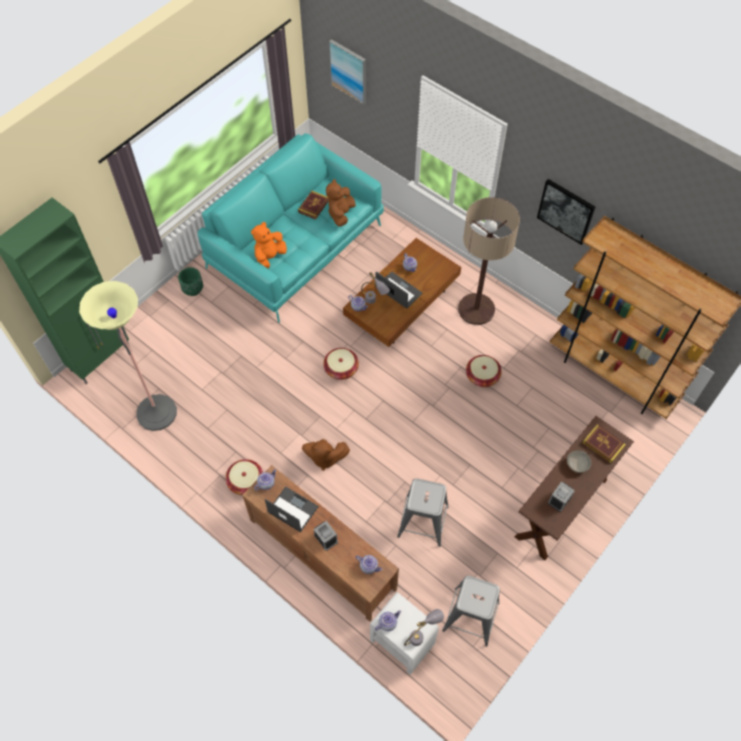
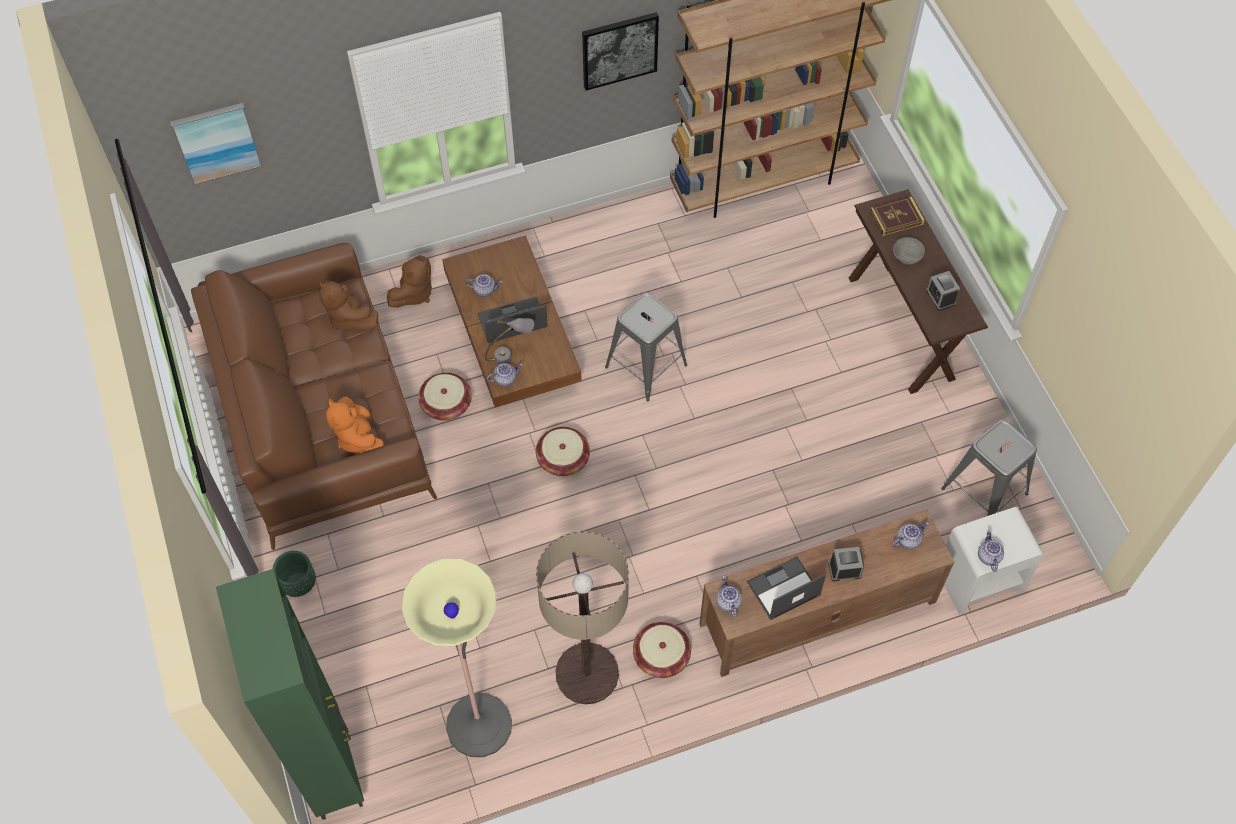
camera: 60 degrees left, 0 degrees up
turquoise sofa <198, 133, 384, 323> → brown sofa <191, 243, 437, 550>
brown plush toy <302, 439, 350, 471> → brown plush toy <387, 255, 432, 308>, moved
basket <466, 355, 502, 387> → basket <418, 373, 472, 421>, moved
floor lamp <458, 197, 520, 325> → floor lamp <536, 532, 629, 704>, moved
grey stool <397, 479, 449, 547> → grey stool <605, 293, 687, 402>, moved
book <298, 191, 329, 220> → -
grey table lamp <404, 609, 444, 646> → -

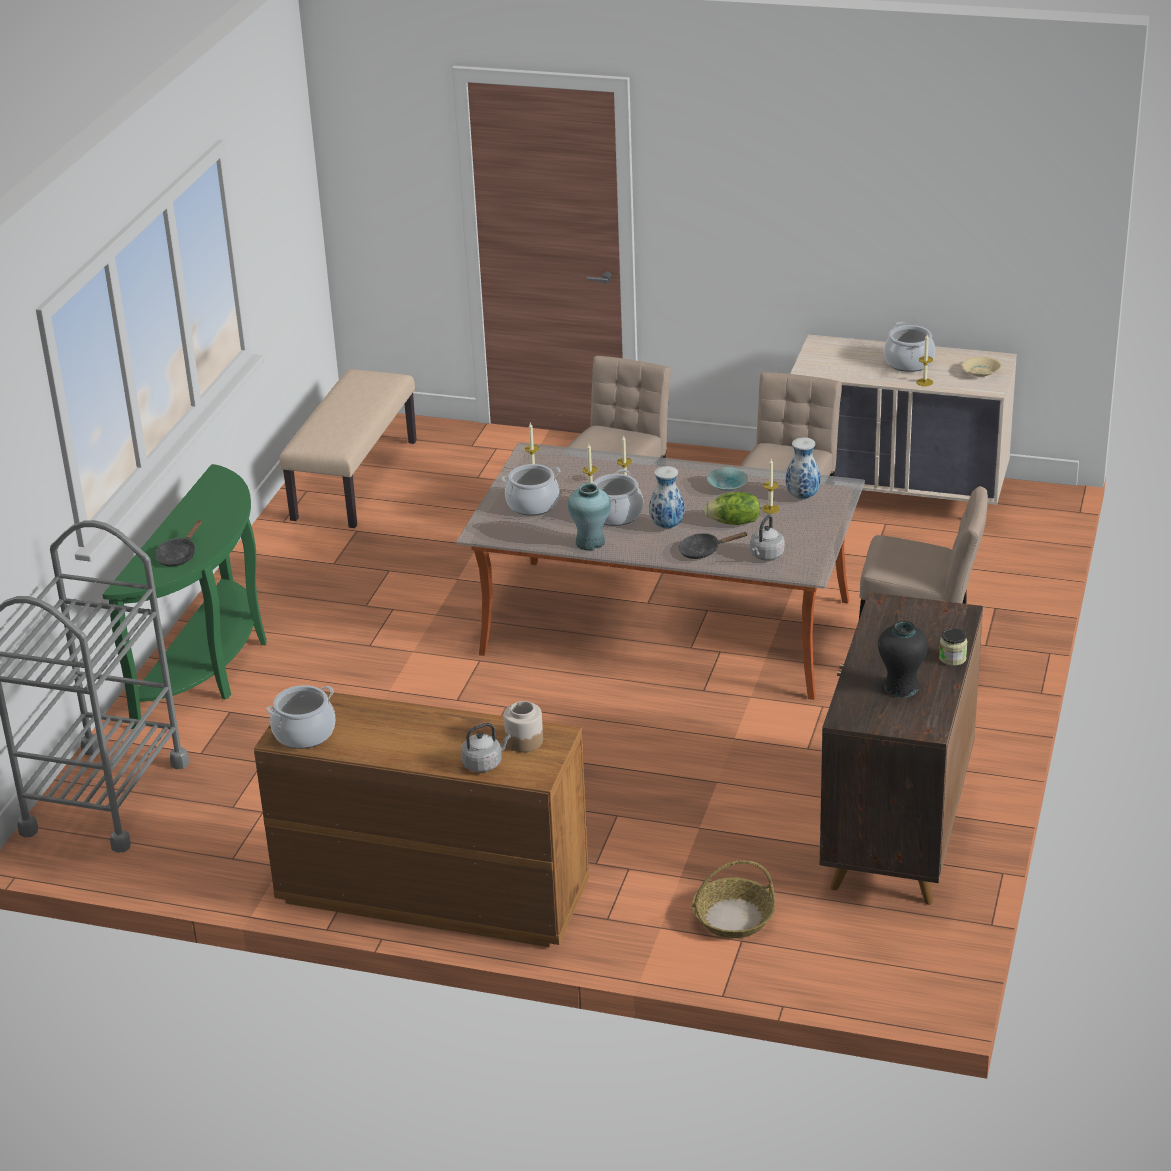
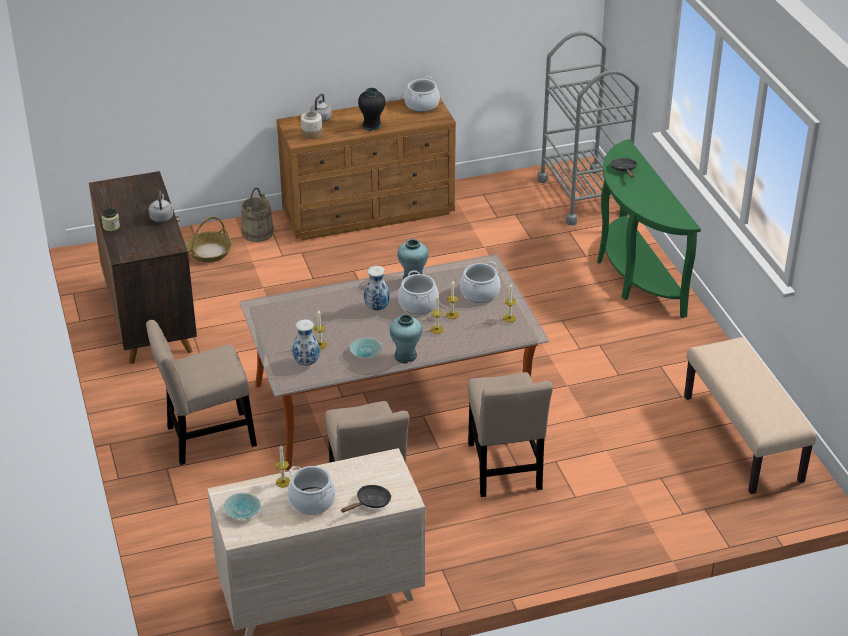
camera: 145 degrees right, 5 degrees up
grey kettle <750, 515, 785, 561> → grey kettle <149, 191, 173, 222>, moved
beige bowl <962, 357, 1002, 377> → turquoise bowl <224, 493, 261, 519>
- → beige bucket <241, 188, 274, 242>
black frying pan <678, 532, 748, 559> → black frying pan <341, 485, 391, 513>, moved
black vase <878, 621, 928, 697> → black vase <358, 88, 386, 131>, moved
- → turquoise vase <390, 314, 422, 364>
lettuce <704, 492, 760, 525> → -

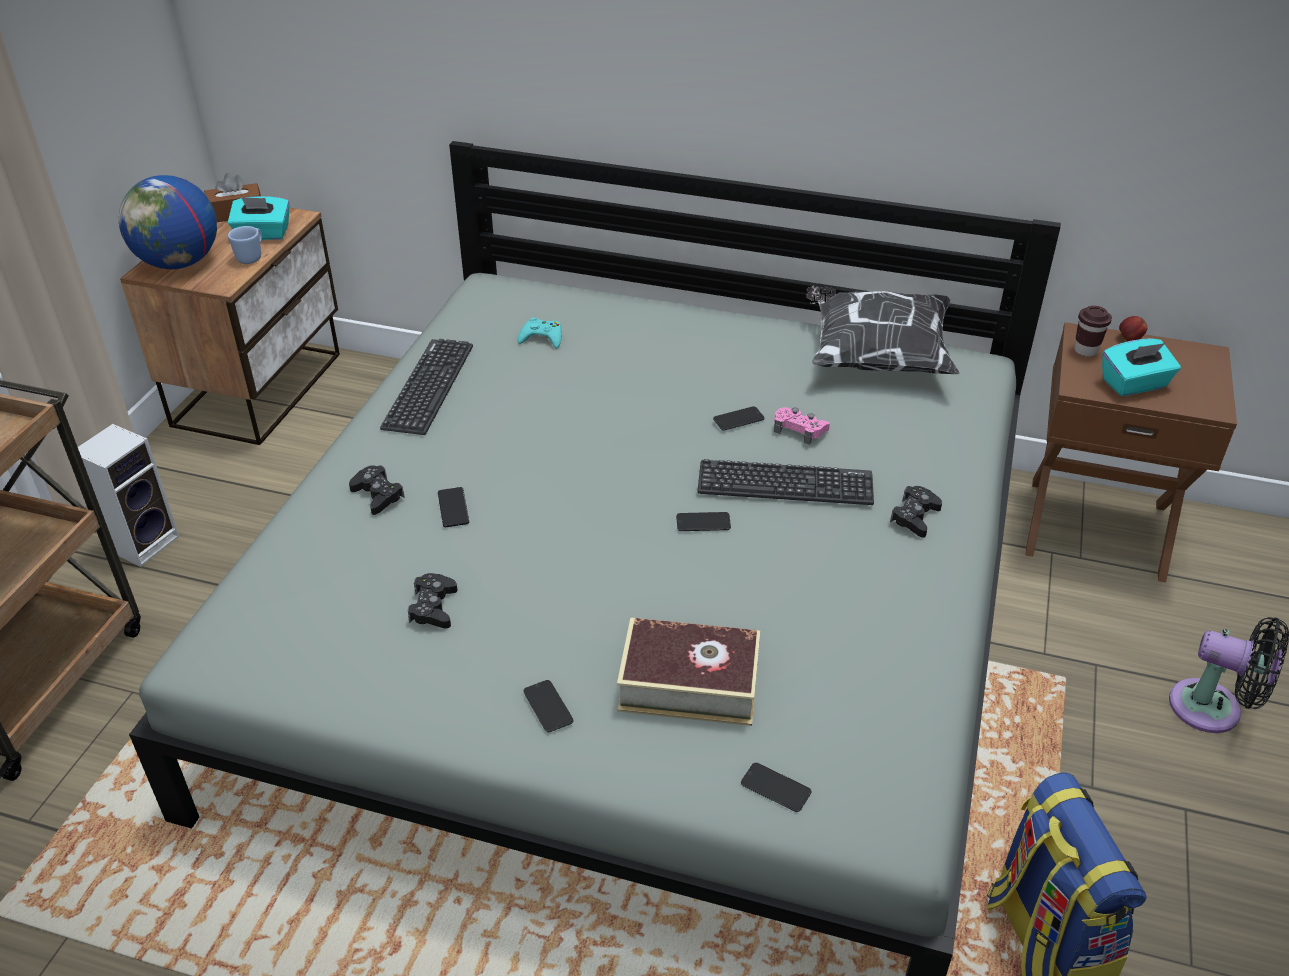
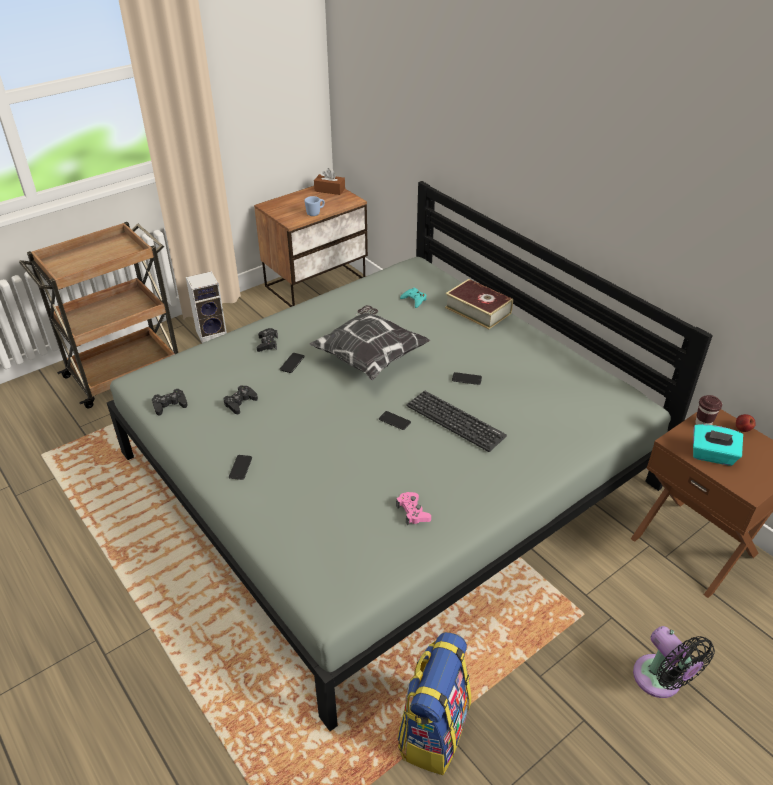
camera: 35 degrees right, 0 degrees up
black game controller <890, 486, 942, 538> → black game controller <152, 389, 187, 415>, moved
pillow <806, 285, 959, 374> → pillow <309, 305, 431, 380>, moved
pink game controller <774, 407, 830, 445> → pink game controller <396, 492, 431, 526>, moved
book <617, 617, 760, 726> → book <445, 279, 513, 330>, moved
globe <119, 175, 217, 269> → -
turquoise tissue box <228, 196, 290, 240> → -
keyboard <380, 339, 473, 435> → -
phone <741, 763, 812, 812> → -

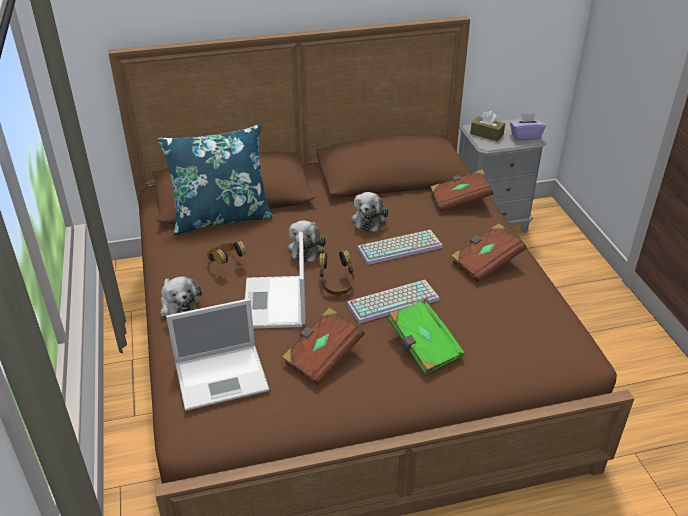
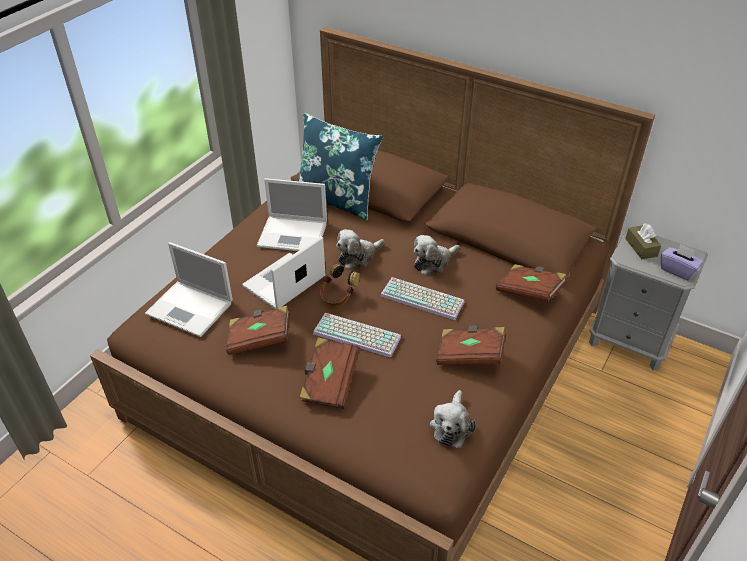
camera: 45 degrees right, 5 degrees up
headphones <207, 240, 246, 265> → laptop <257, 178, 327, 251>
green book <388, 299, 465, 375> → brown book <299, 338, 360, 409>
plush toy <160, 276, 202, 316> → plush toy <430, 390, 476, 448>, moved

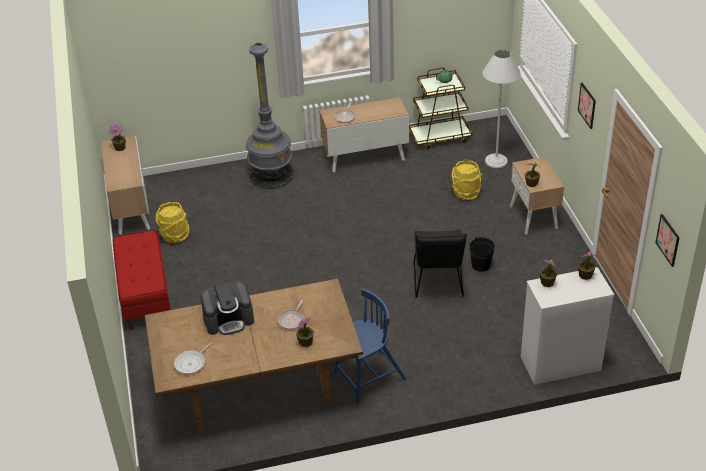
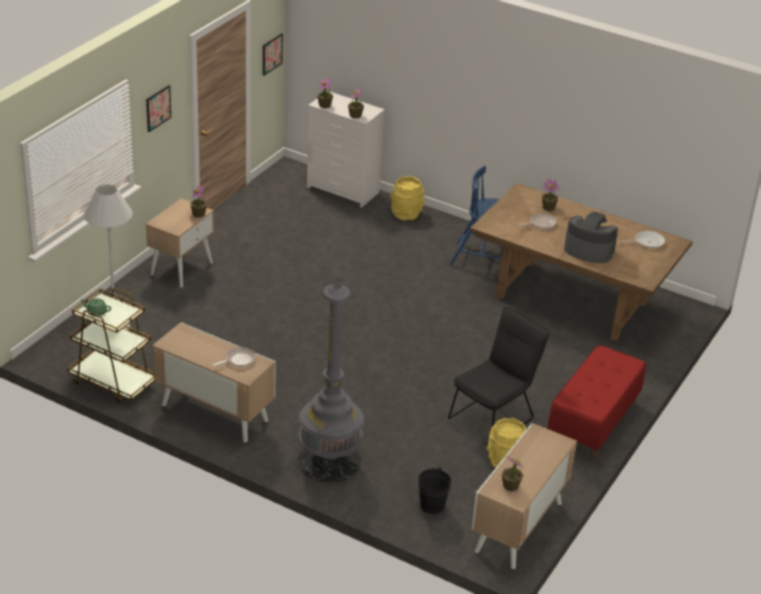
camera: 140 degrees left, 5 degrees down
yellow bucket <451, 160, 482, 200> → yellow bucket <390, 176, 425, 220>, moved
black bucket <470, 237, 495, 272> → black bucket <418, 467, 451, 514>, moved
black chair <414, 230, 467, 298> → black chair <448, 307, 549, 426>, moved

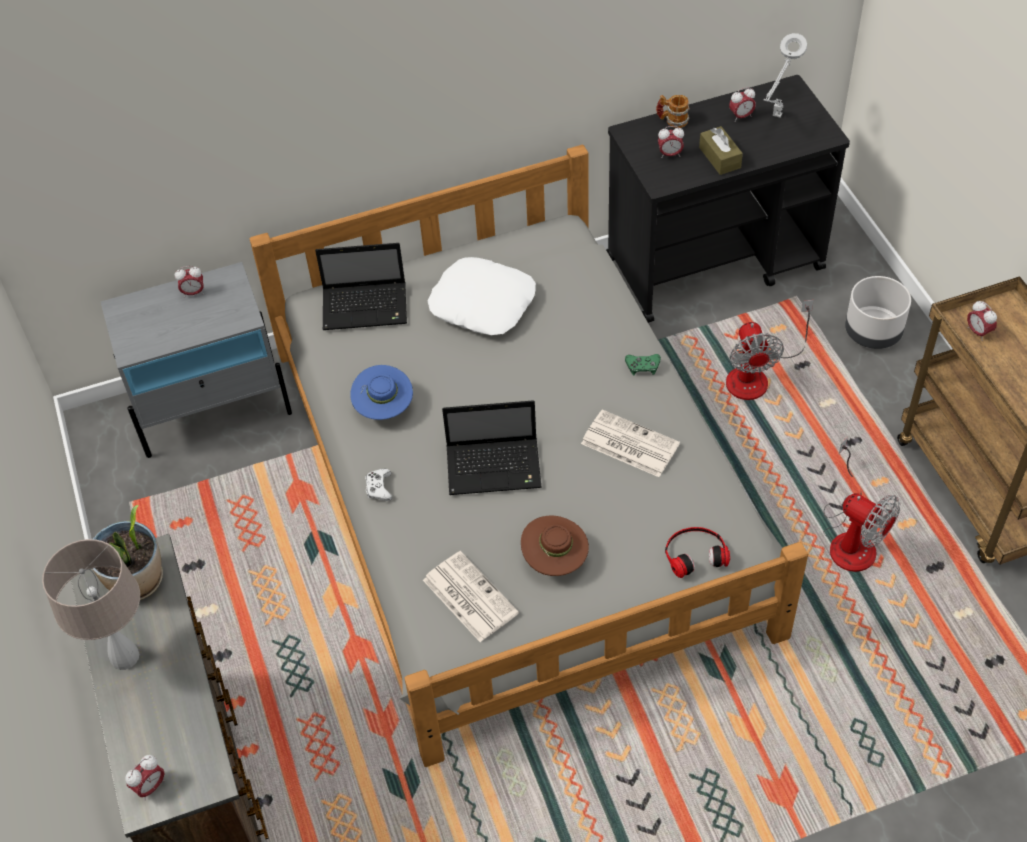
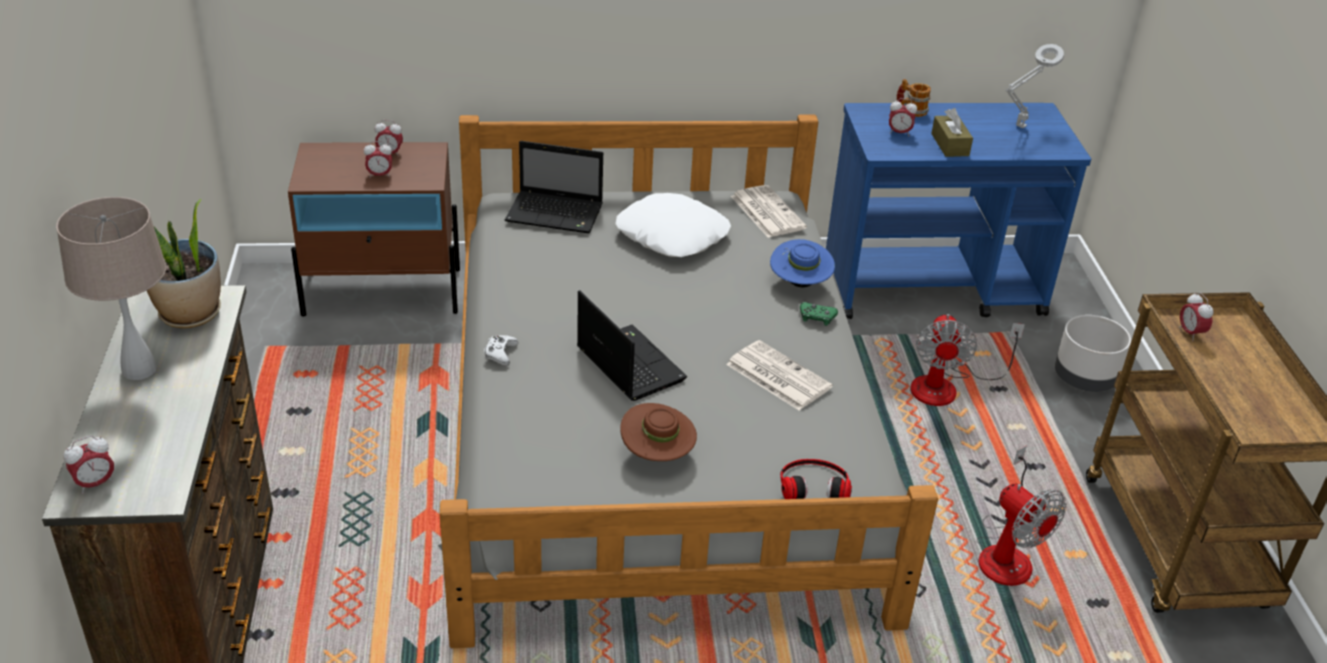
camera: 10 degrees right, 15 degrees down
grey nightstand <101, 262, 292, 458> → brown nightstand <288, 142, 460, 317>
alarm clock <729, 87, 756, 122> → alarm clock <364, 141, 392, 178>, moved
laptop <442, 400, 542, 495> → laptop <577, 290, 687, 401>, 135 degrees counterclockwise
newspaper <423, 551, 519, 642> → newspaper <731, 185, 807, 238>, moved
blue hat <350, 365, 413, 420> → blue hat <770, 239, 835, 287>, moved
black cart <606, 75, 850, 323> → blue cart <826, 103, 1091, 319>

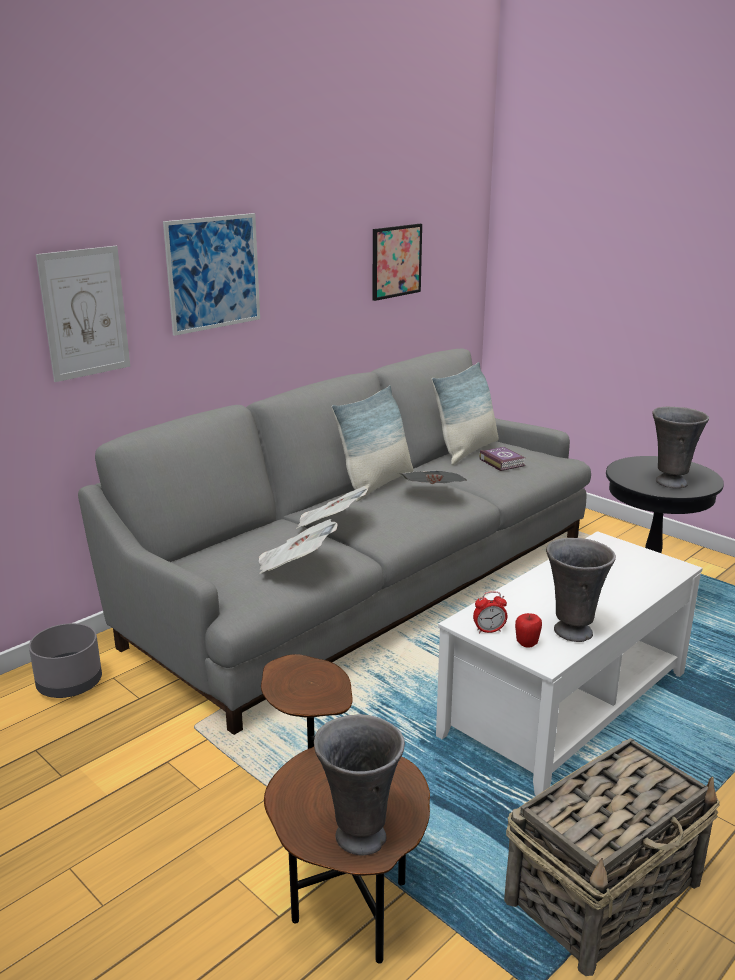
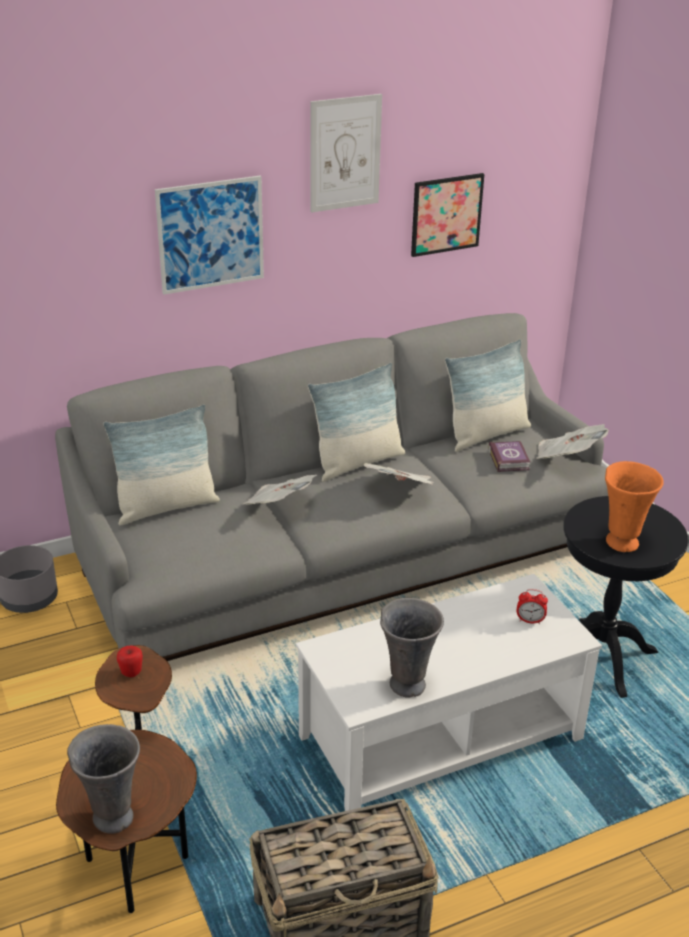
camera: 20 degrees right, 10 degrees up
- → pillow <103, 404, 220, 525>
apple <515, 613, 542, 648> → apple <117, 646, 143, 677>, moved
picture <36, 246, 130, 382> → picture <310, 94, 382, 213>, moved
alarm clock <473, 591, 507, 634> → alarm clock <517, 589, 548, 624>, moved
newspaper <259, 519, 338, 574> → newspaper <537, 424, 609, 459>, moved
grey vase <652, 407, 709, 489> → orange vase <605, 461, 664, 552>

